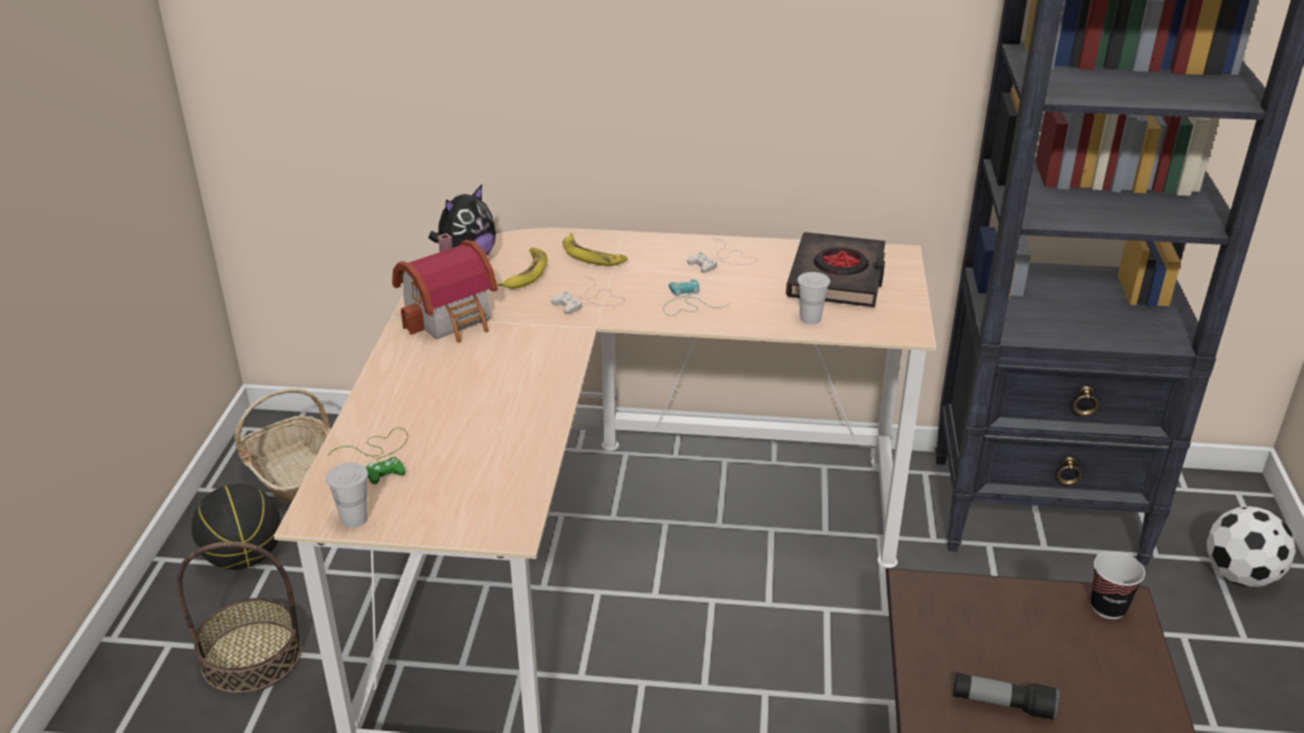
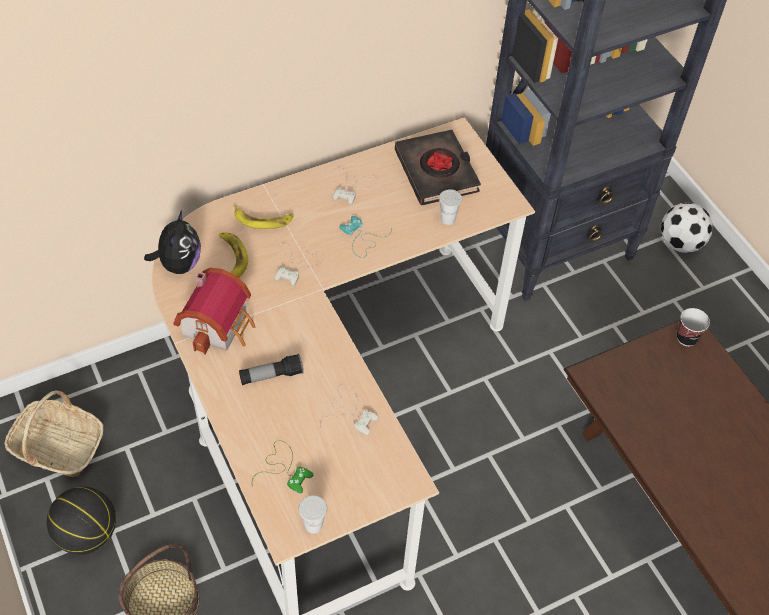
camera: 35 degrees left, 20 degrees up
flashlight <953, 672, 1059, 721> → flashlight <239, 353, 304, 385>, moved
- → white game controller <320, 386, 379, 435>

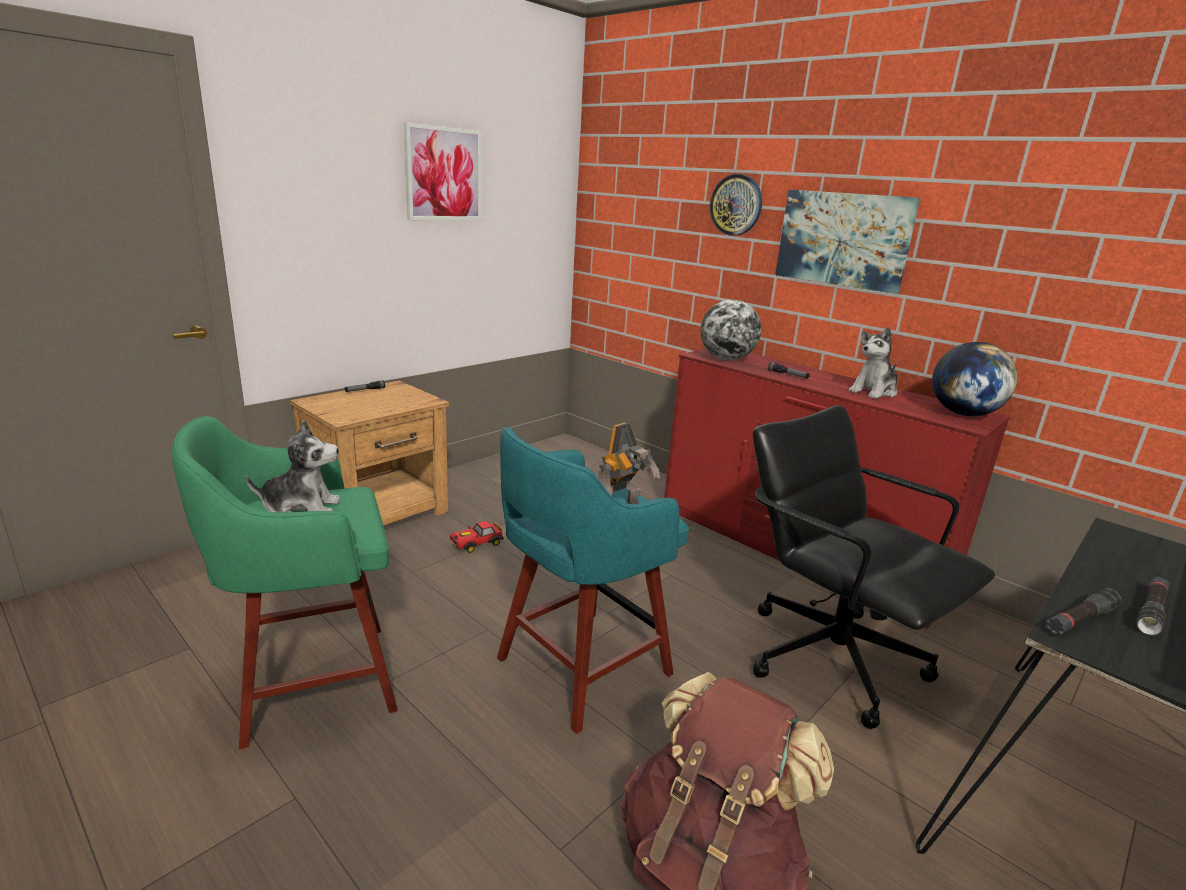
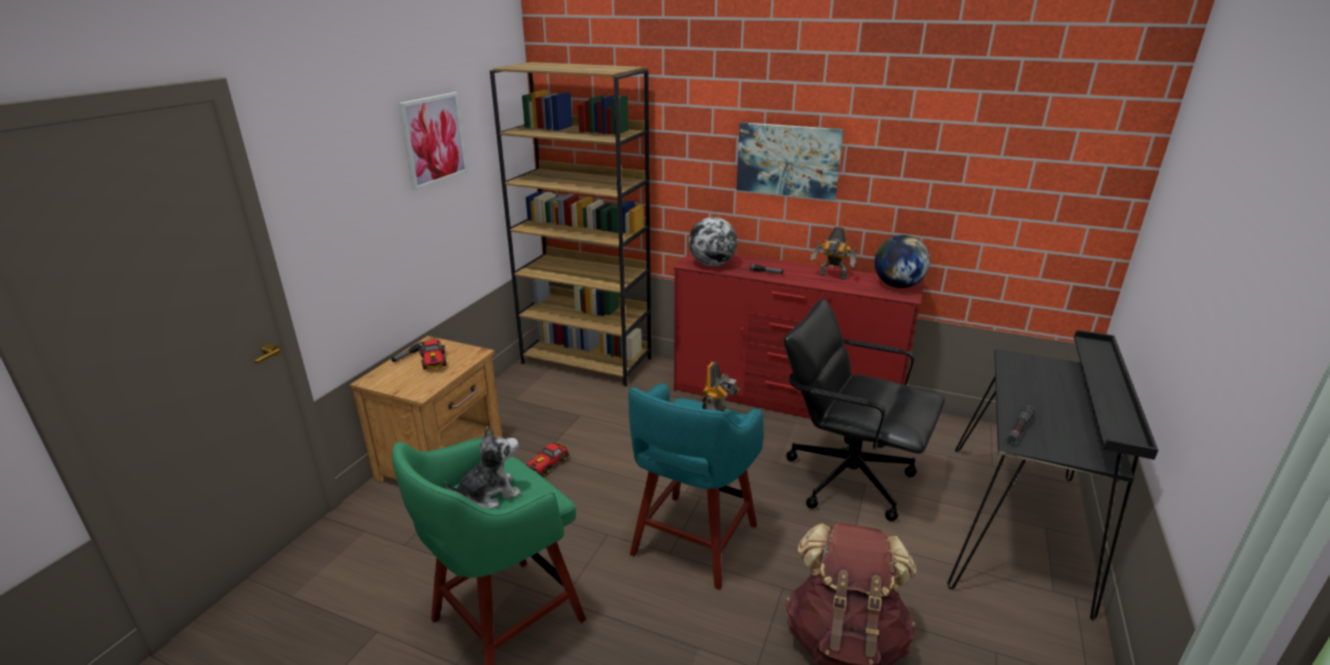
camera: 20 degrees left, 5 degrees up
- → toy car <419, 339, 446, 369>
- → brown bookcase <490, 62, 651, 386>
plush toy <848, 327, 897, 399> → toy robot <811, 227, 856, 280>
wall clock <710, 174, 762, 236> → -
black flashlight <1136, 577, 1169, 636> → -

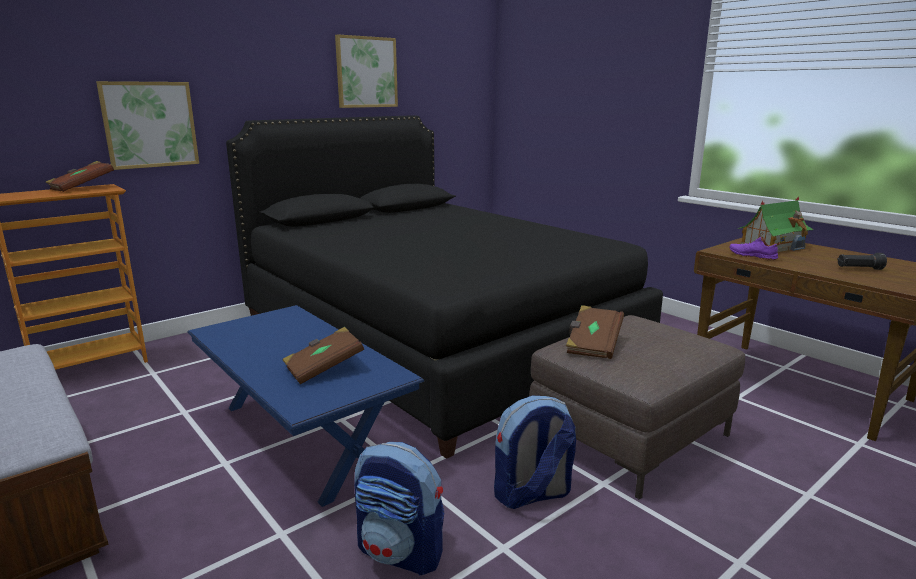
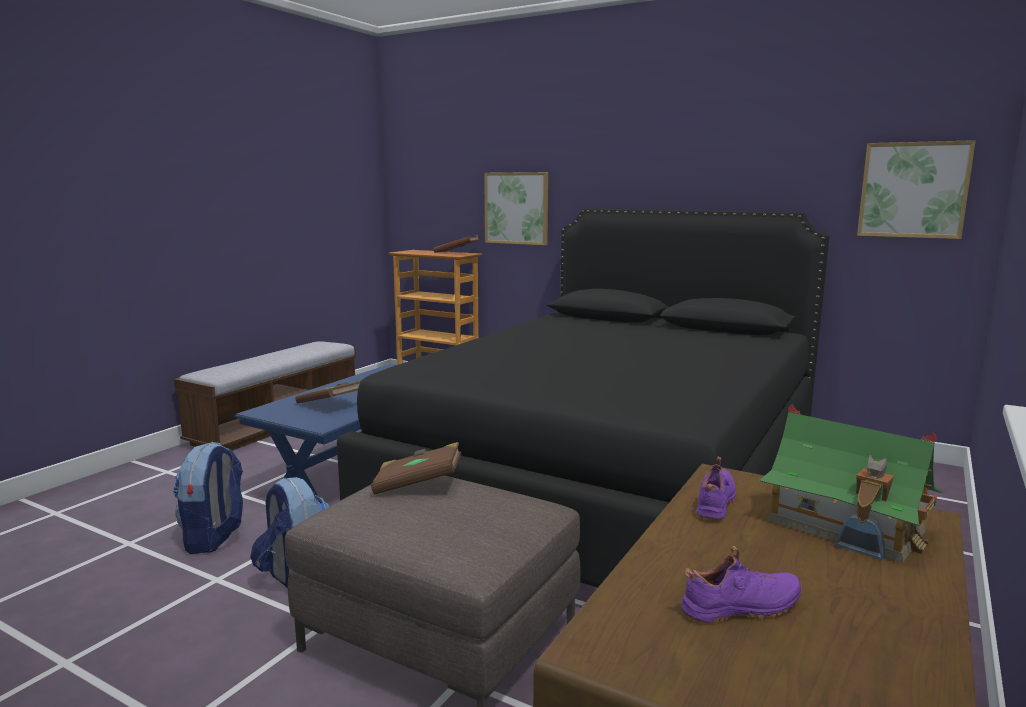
camera: 70 degrees right, 5 degrees down
black flashlight <837, 253, 887, 270> → purple shoe <681, 546, 802, 623>
picture <335, 34, 398, 108> → picture <857, 140, 976, 239>, moved

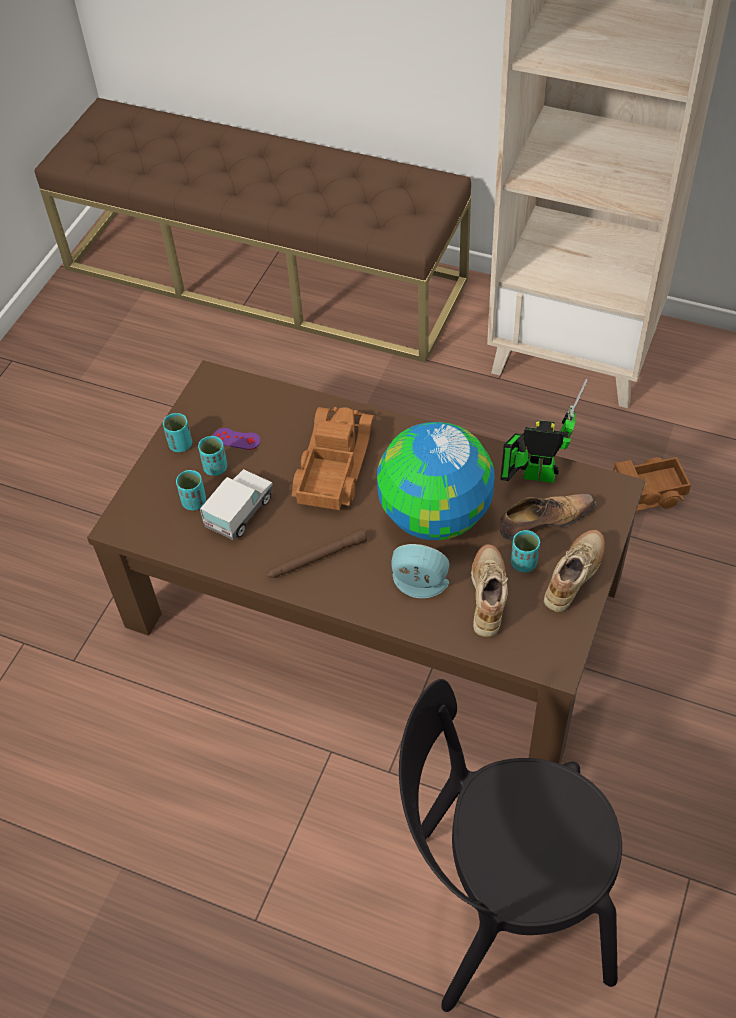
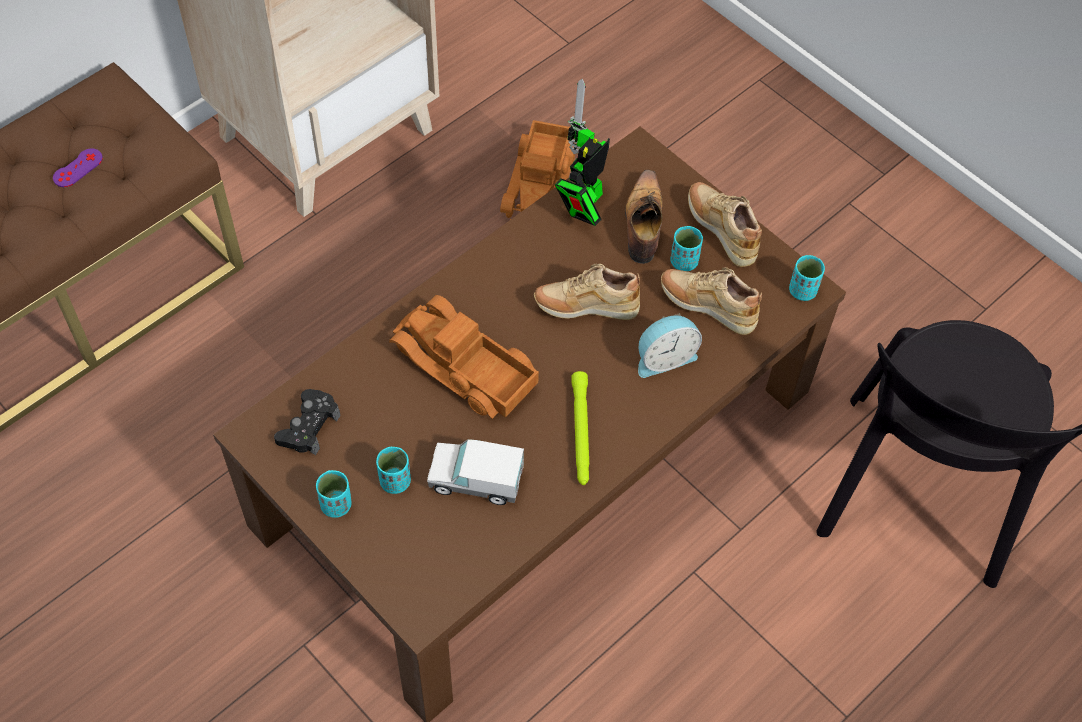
camera: 70 degrees left, 5 degrees up
purple game controller <213, 428, 261, 450> → purple game controller <53, 148, 103, 187>, moved
- → black game controller <274, 389, 341, 455>
toy truck <200, 469, 273, 540> → toy truck <427, 439, 524, 505>, 45 degrees counterclockwise
globe <377, 422, 494, 540> → beige shoe <534, 264, 640, 320>
brown flashlight <267, 528, 367, 578> → green flashlight <571, 371, 589, 485>
alarm clock <391, 544, 449, 598> → alarm clock <638, 314, 702, 378>, 150 degrees counterclockwise
turquoise cup <176, 470, 206, 510> → turquoise cup <789, 255, 825, 301>, moved

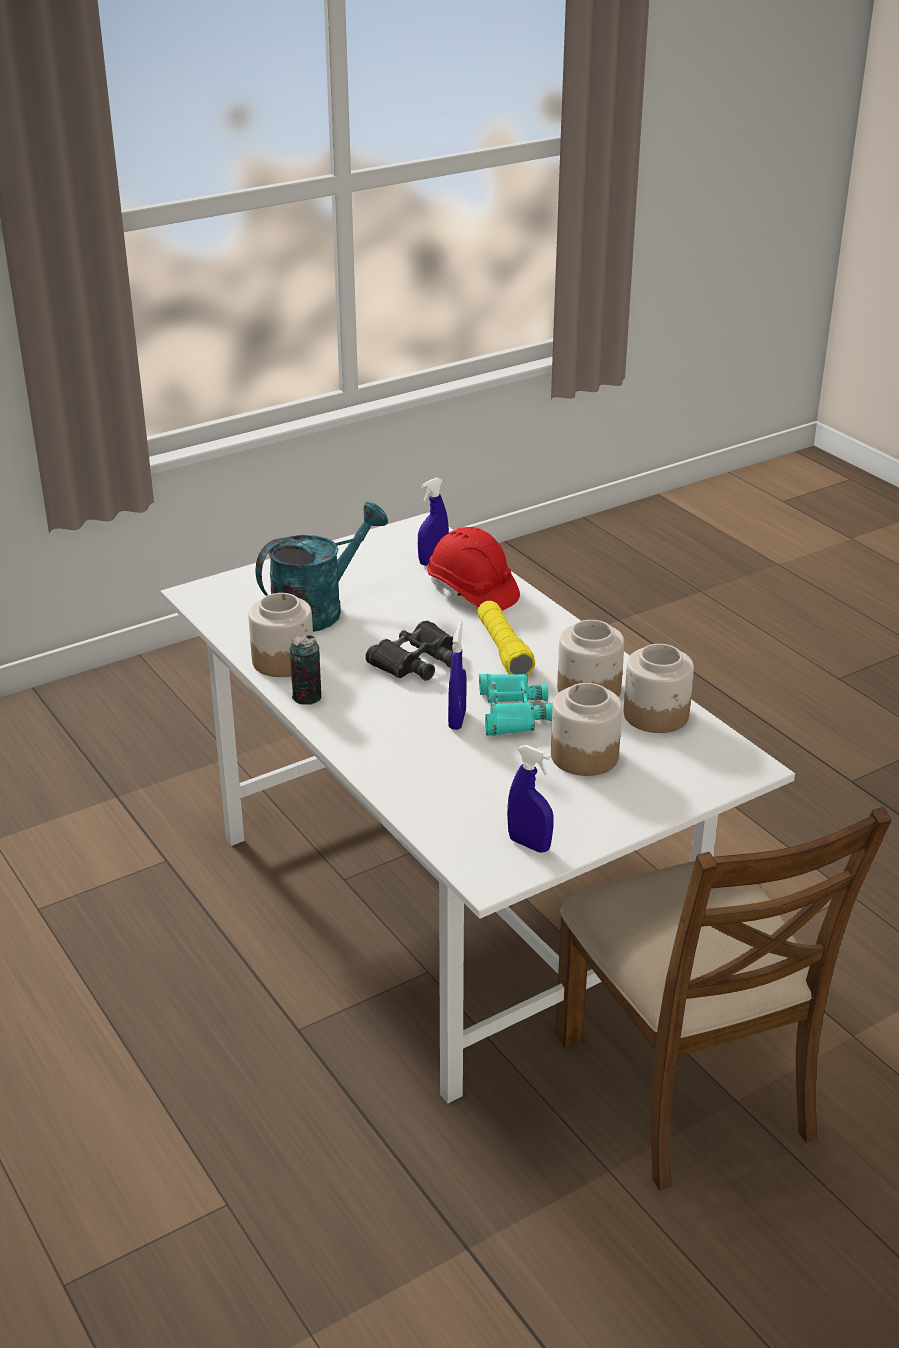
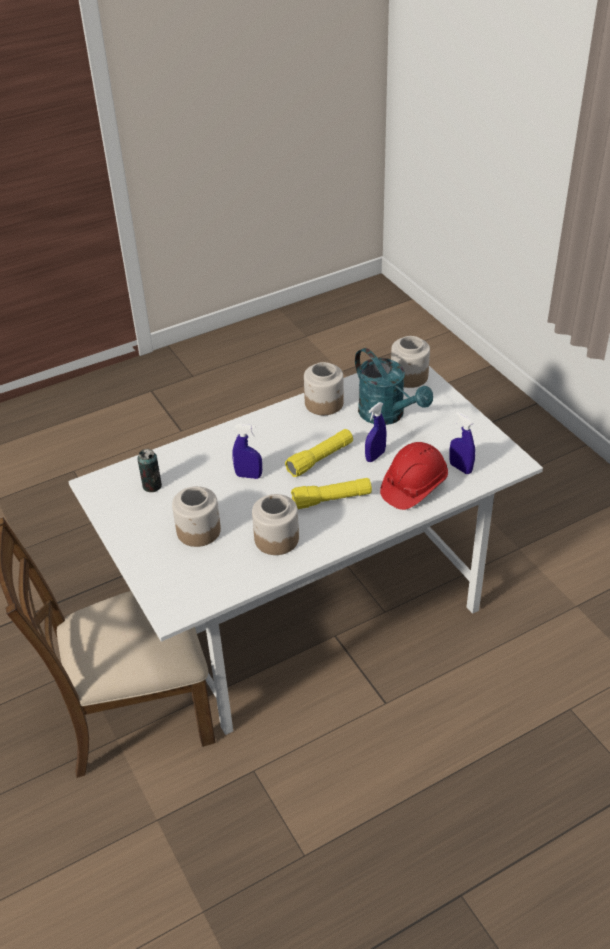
camera: 95 degrees right, 10 degrees up
can <290, 635, 321, 705> → can <138, 449, 162, 492>, moved
black binoculars <365, 621, 453, 681> → yellow flashlight <285, 429, 353, 477>
blue spray bottle <507, 745, 554, 852> → blue spray bottle <365, 402, 387, 462>, moved
jar <624, 644, 694, 733> → jar <391, 336, 430, 388>, moved
turquoise binoculars <479, 674, 553, 736> → -

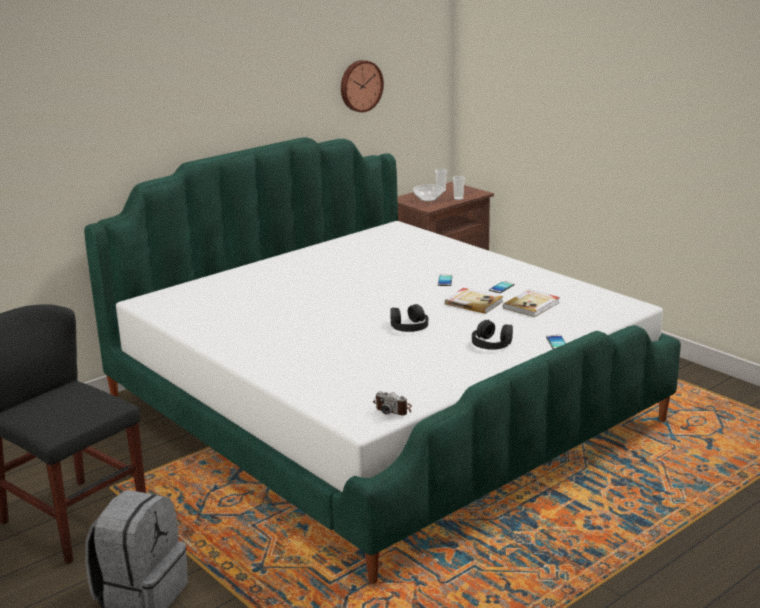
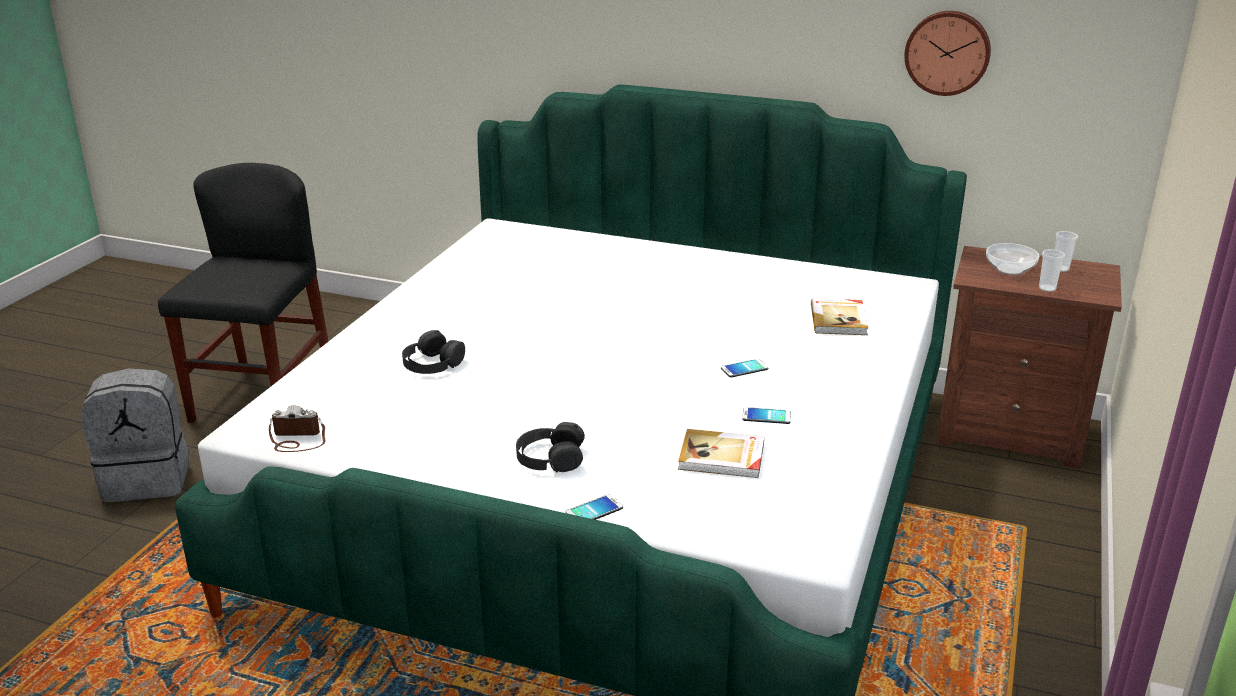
camera: 60 degrees right, 5 degrees up
photo camera <373, 391, 412, 415> → photo camera <269, 405, 326, 452>, 90 degrees clockwise
black headphones <390, 304, 428, 332> → black headphones <402, 330, 465, 374>, moved
book <445, 288, 503, 314> → book <811, 298, 868, 335>, moved

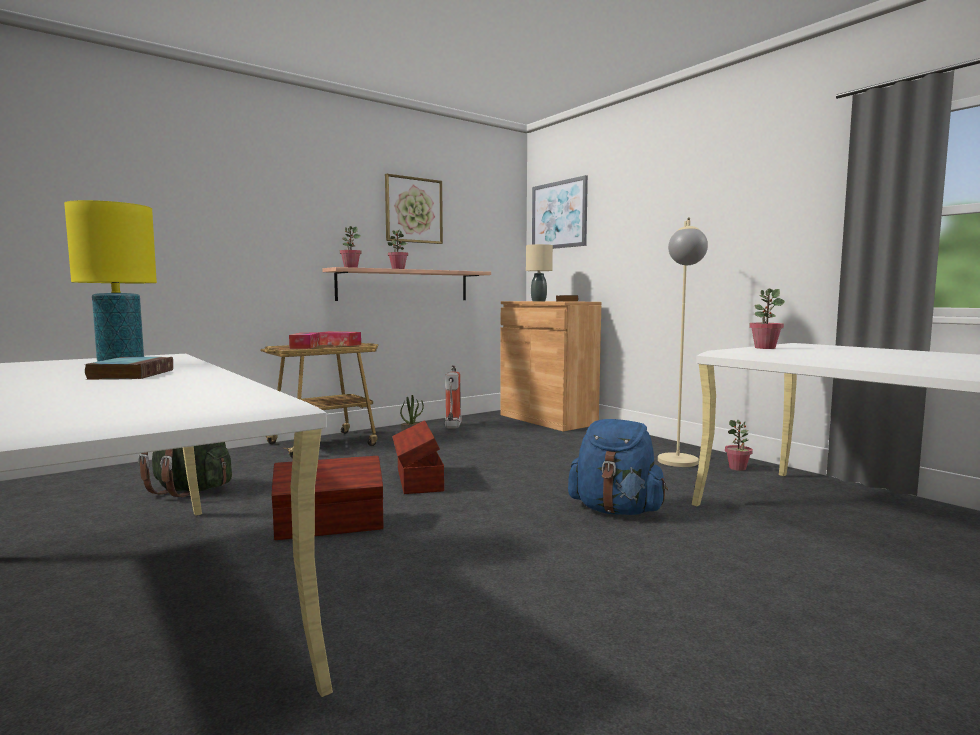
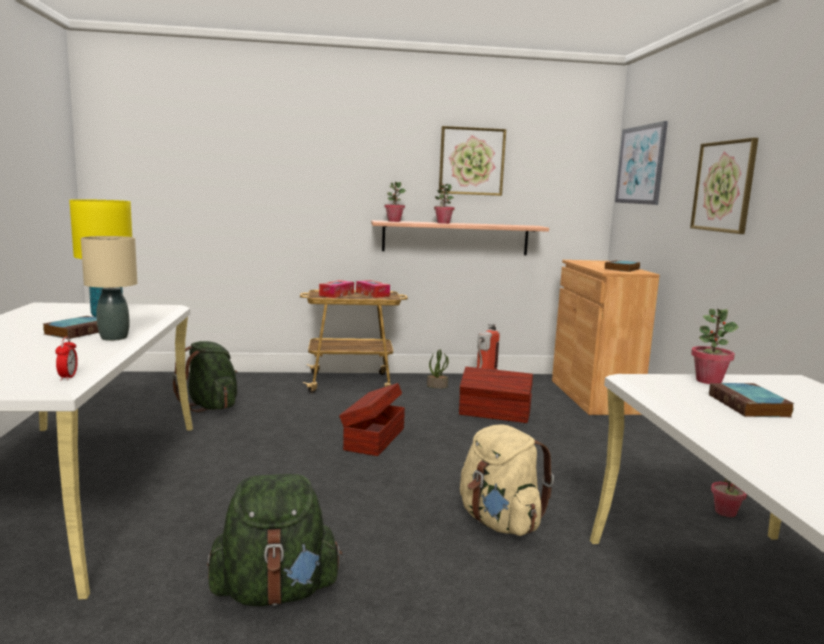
camera: 30 degrees right, 5 degrees up
- → alarm clock <56, 337, 78, 381>
beige table lamp <526, 244, 553, 301> → beige table lamp <81, 236, 137, 341>, moved
- → green backpack <207, 474, 342, 606>
brown storage box <272, 456, 383, 540> → brown storage box <459, 367, 533, 423>, moved
blue backpack <568, 419, 668, 515> → beige backpack <460, 424, 554, 536>
- → picture <690, 138, 758, 234>
- → book <709, 383, 794, 417>
beige floor lamp <658, 217, 708, 467> → -

